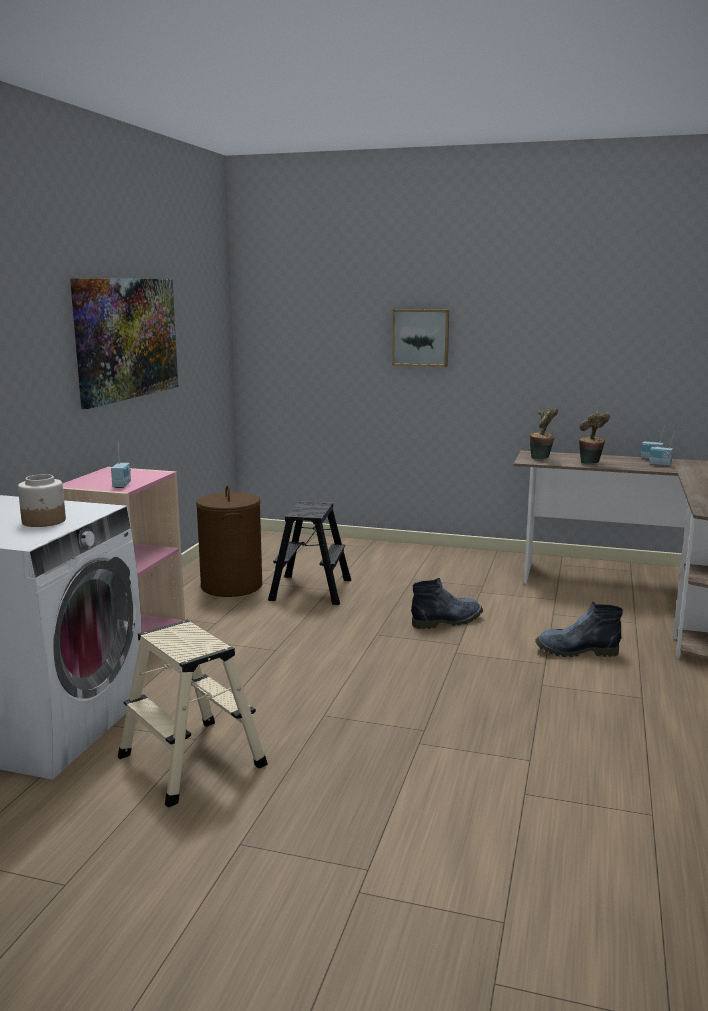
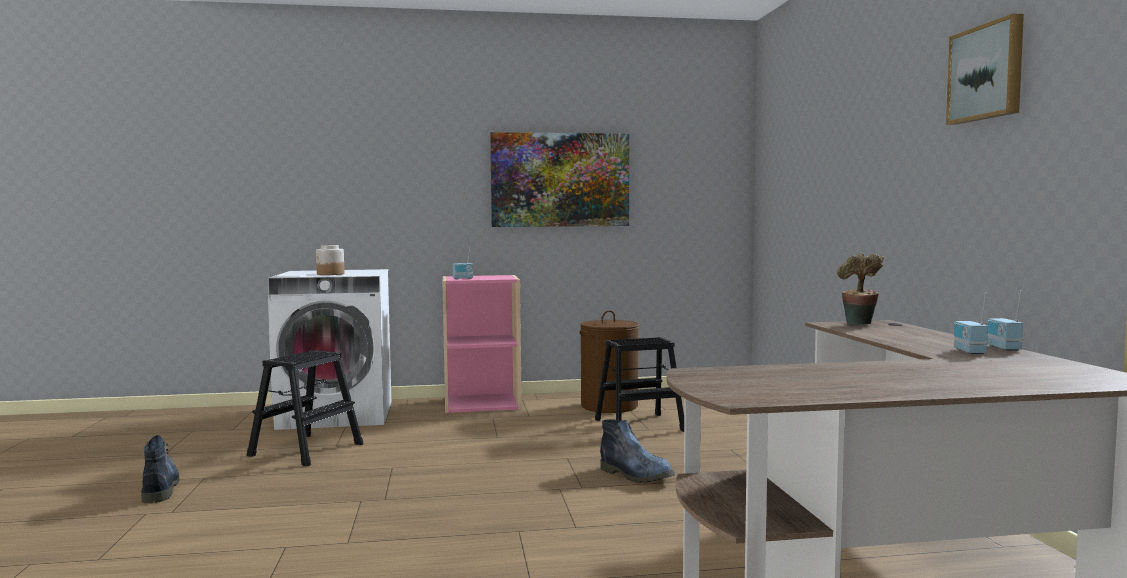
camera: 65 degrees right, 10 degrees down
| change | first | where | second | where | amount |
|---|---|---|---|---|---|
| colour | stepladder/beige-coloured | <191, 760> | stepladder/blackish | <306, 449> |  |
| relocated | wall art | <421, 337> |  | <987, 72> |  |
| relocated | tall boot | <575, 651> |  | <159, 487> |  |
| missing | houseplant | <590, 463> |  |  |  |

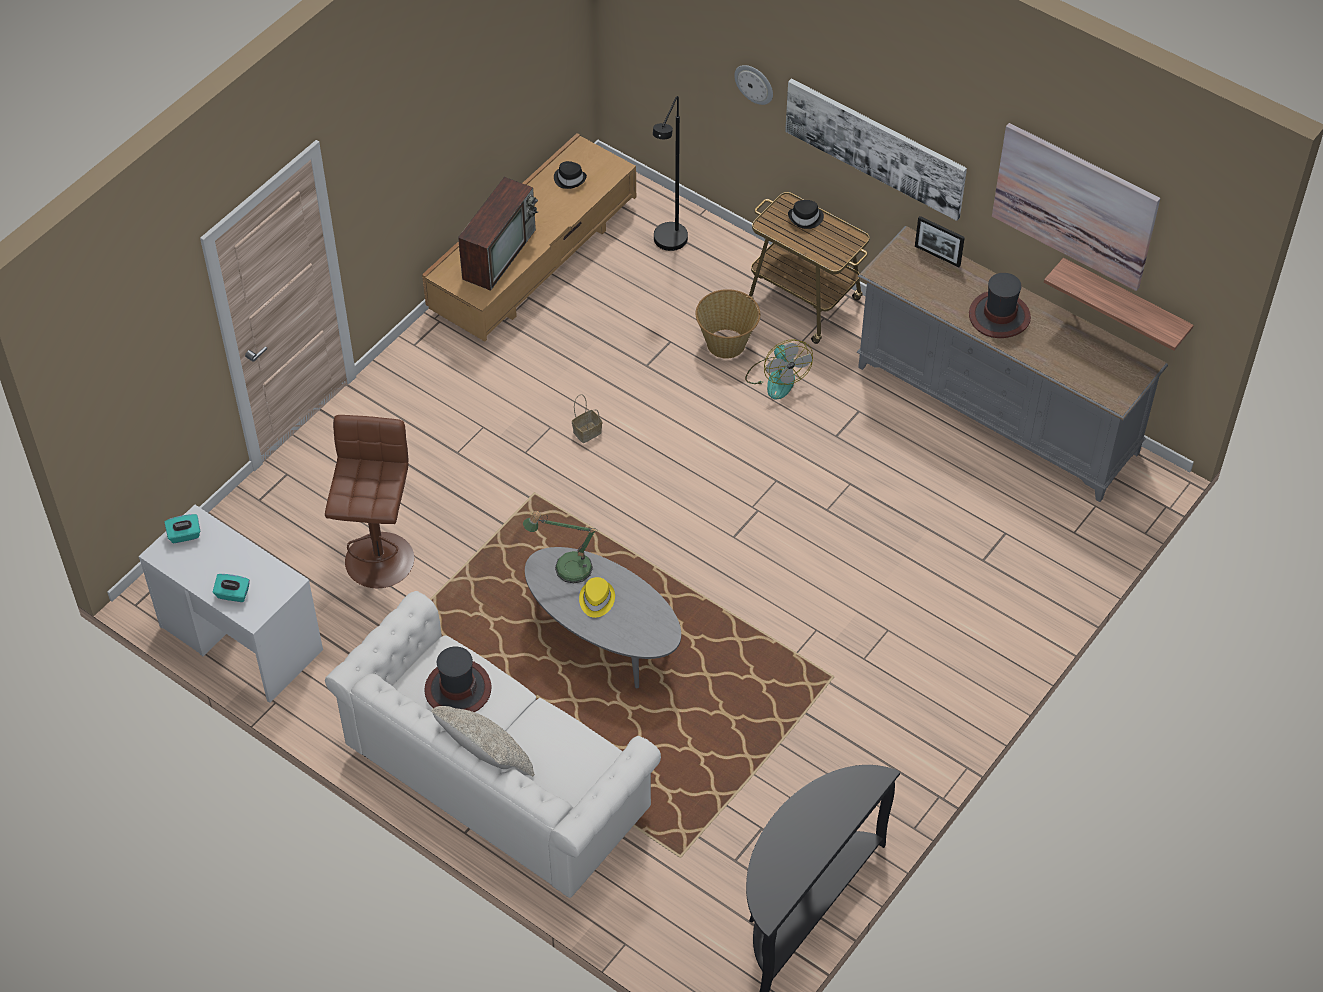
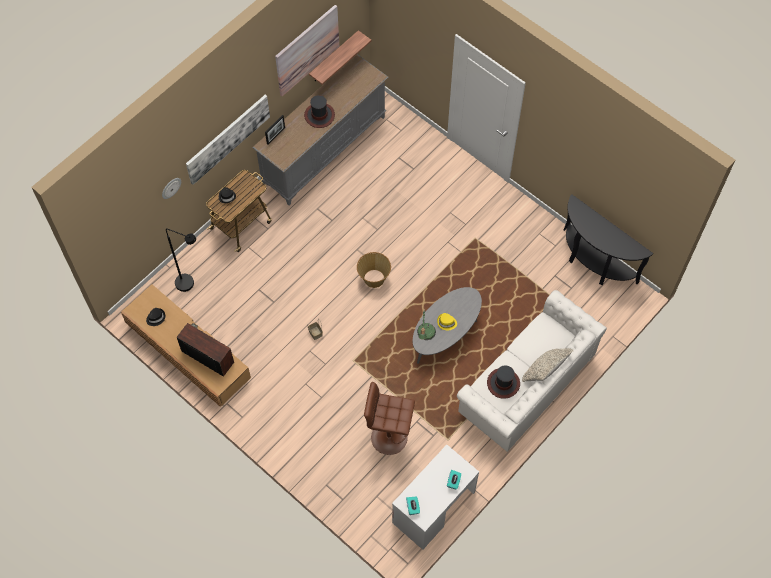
camera: 85 degrees left, 10 degrees up
| change | first | where | second | where | amount |
|---|---|---|---|---|---|
| relocated | household basket | <726, 343> |  | <374, 278> |  |
| missing | cooling fan | <776, 378> |  |  |  |

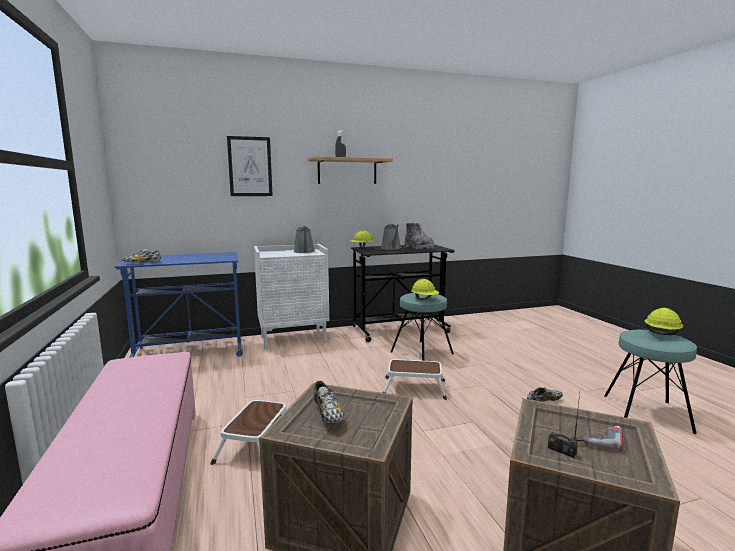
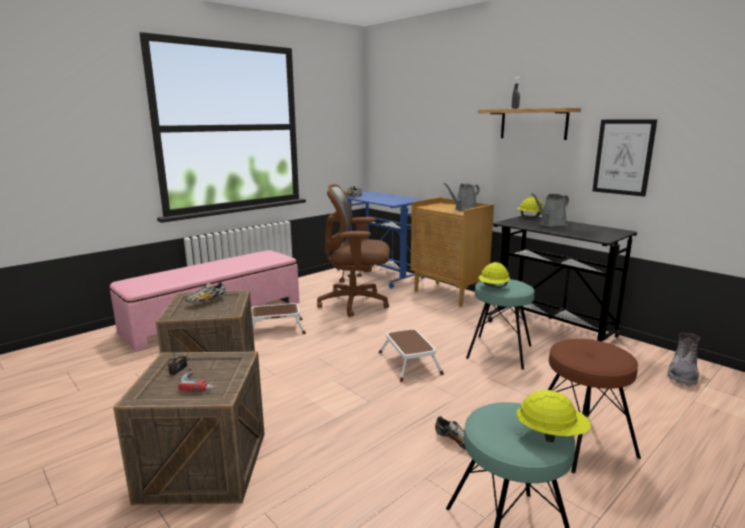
camera: 65 degrees right, 5 degrees up
| change | first | where | second | where | amount |
|---|---|---|---|---|---|
| relocated | wall art | <250, 166> |  | <623, 157> |  |
| colour | cabinet/white | <294, 339> | cabinet/brown-coloured | <448, 294> |  |
| relocated | tall boot/gray | <418, 248> |  | <682, 374> |  |
| appeared |  |  | office chair/brown-coloured | <358, 302> |  |
| appeared |  |  | stool seat/brown-coloured | <580, 441> |  |

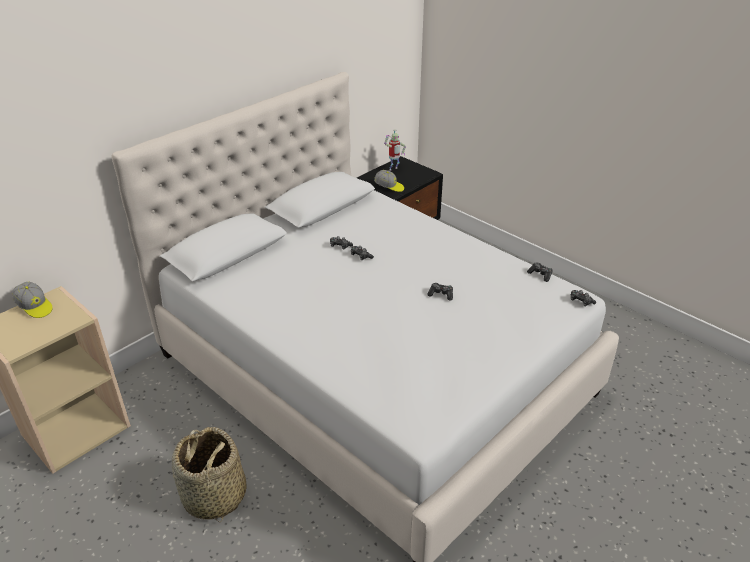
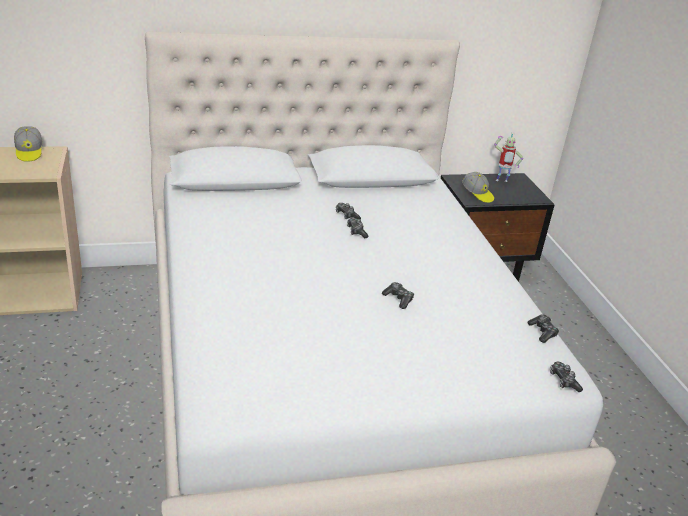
camera: 30 degrees right, 5 degrees down
| change | first | where | second | where | amount |
|---|---|---|---|---|---|
| missing | household basket | <214, 496> |  |  |  |

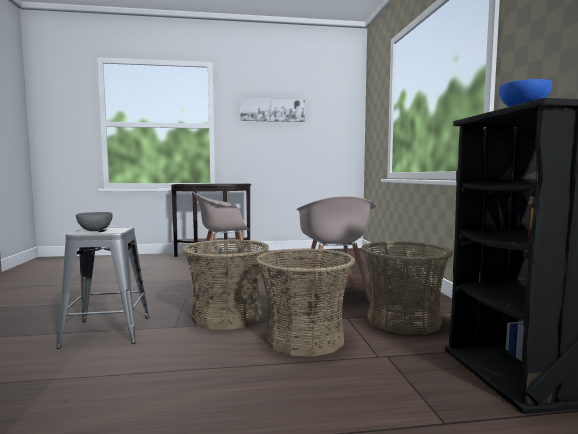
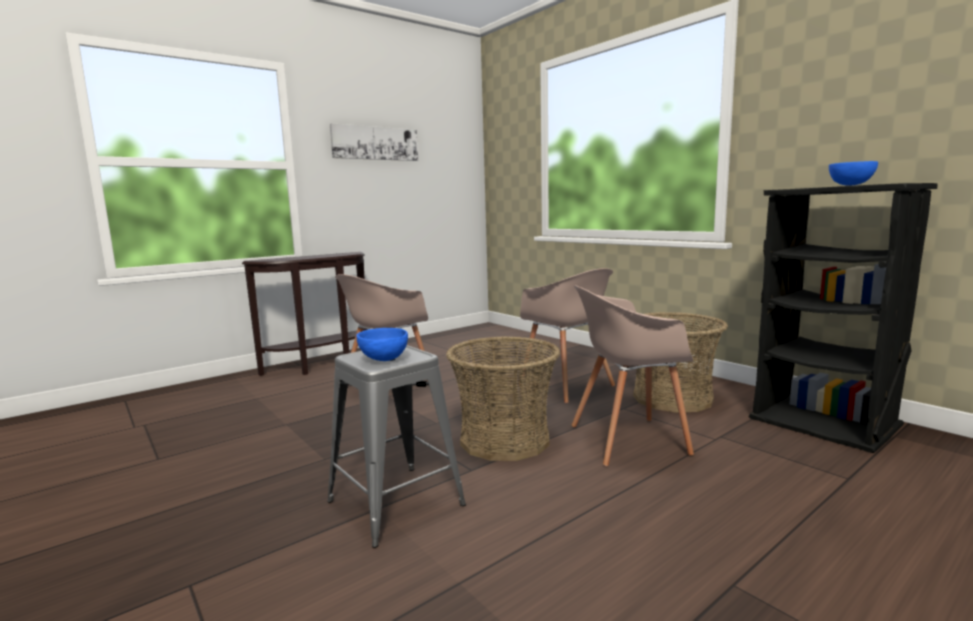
camera: 30 degrees left, 5 degrees up
| change | first | where | second | where | amount |
|---|---|---|---|---|---|
| colour | bowl/gray | <94, 230> | bowl/blue-coloured | <383, 359> |  |
| exchanged | household basket | <304, 338> | chair/beige-coloured | <627, 440> |  |

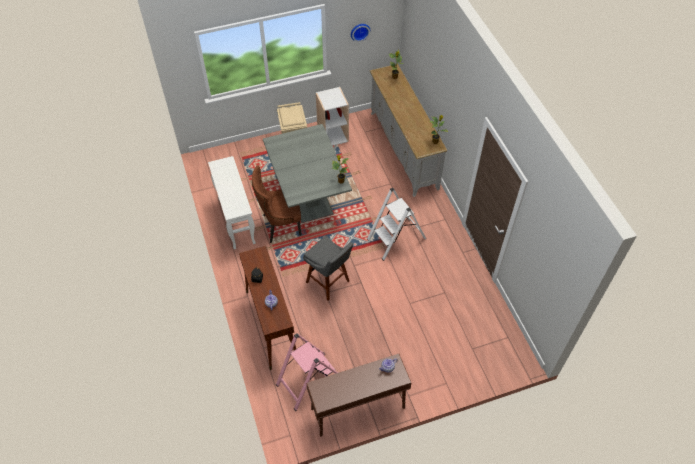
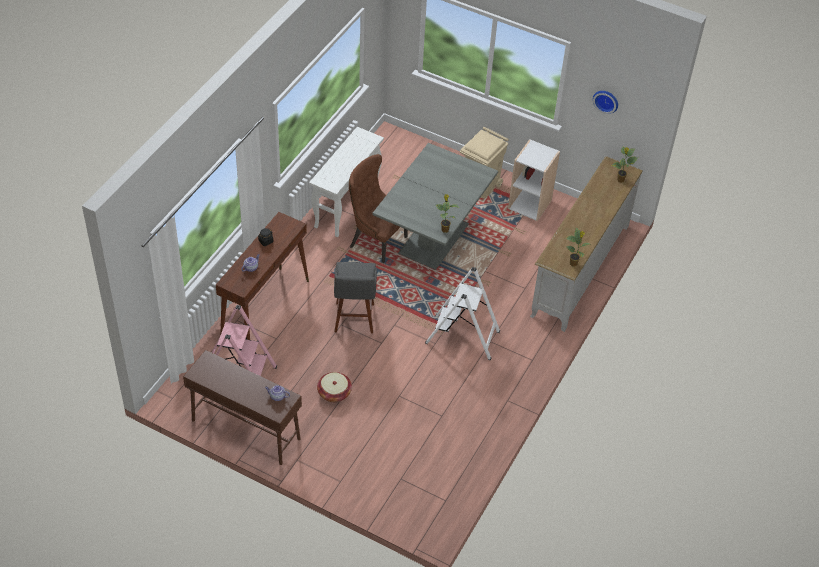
camera: 45 degrees right, 5 degrees down
| change | first | where | second | where | amount |
|---|---|---|---|---|---|
| appeared |  |  | household basket | <334, 393> |  |

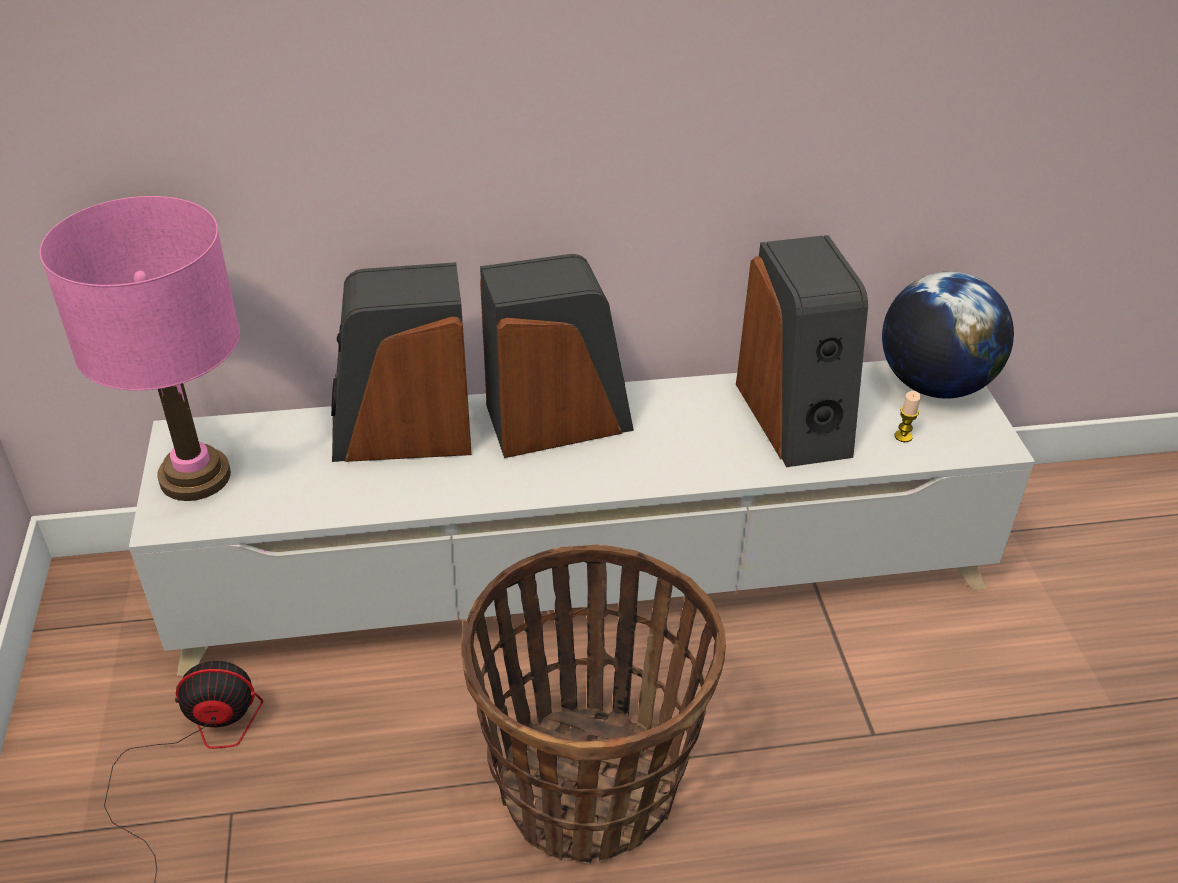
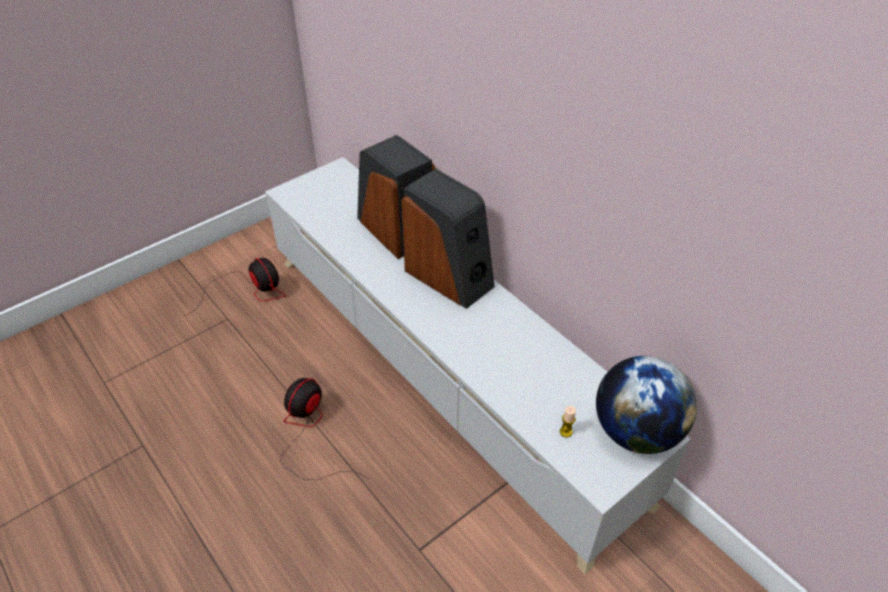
camera: 60 degrees right, 5 degrees up
| change | first | where | second | where | amount |
|---|---|---|---|---|---|
| missing | tabletop lamp/pinkish | <195, 477> |  |  |  |
| exchanged | household basket | <588, 784> | cooling fan | <309, 432> |  |
| missing | audio speaker | <795, 418> |  |  |  |

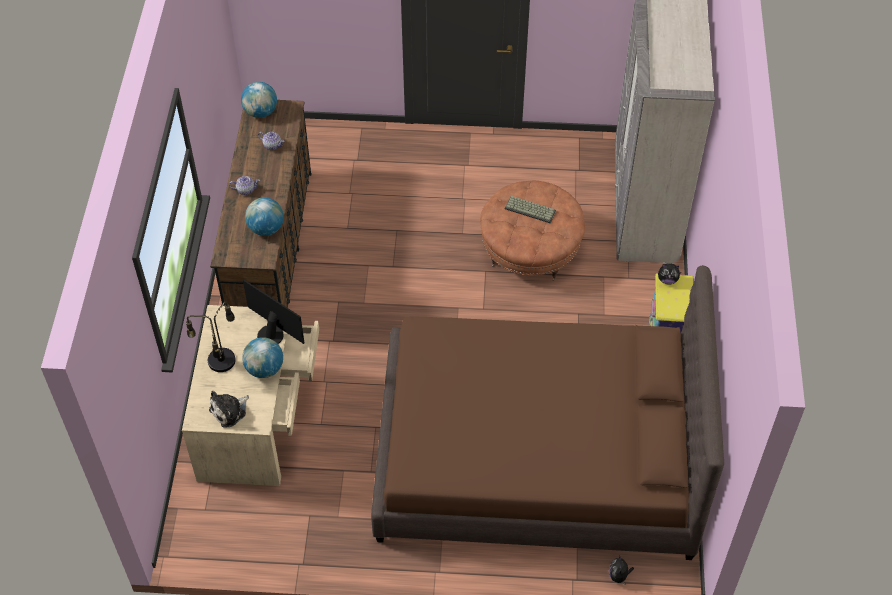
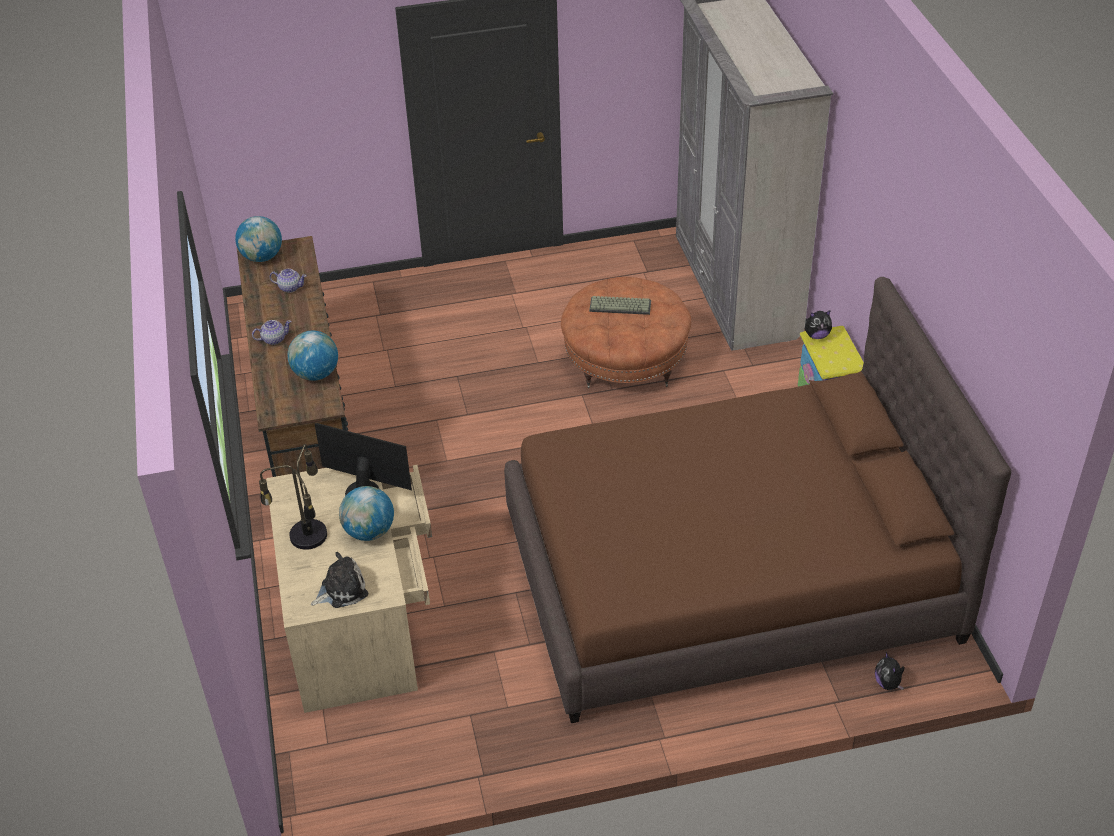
camera: 15 degrees left, 10 degrees down
| change | first | where | second | where | amount |
|---|---|---|---|---|---|
| spun | plush toy | <230, 411> |  | <341, 590> | 150 degrees counterclockwise |

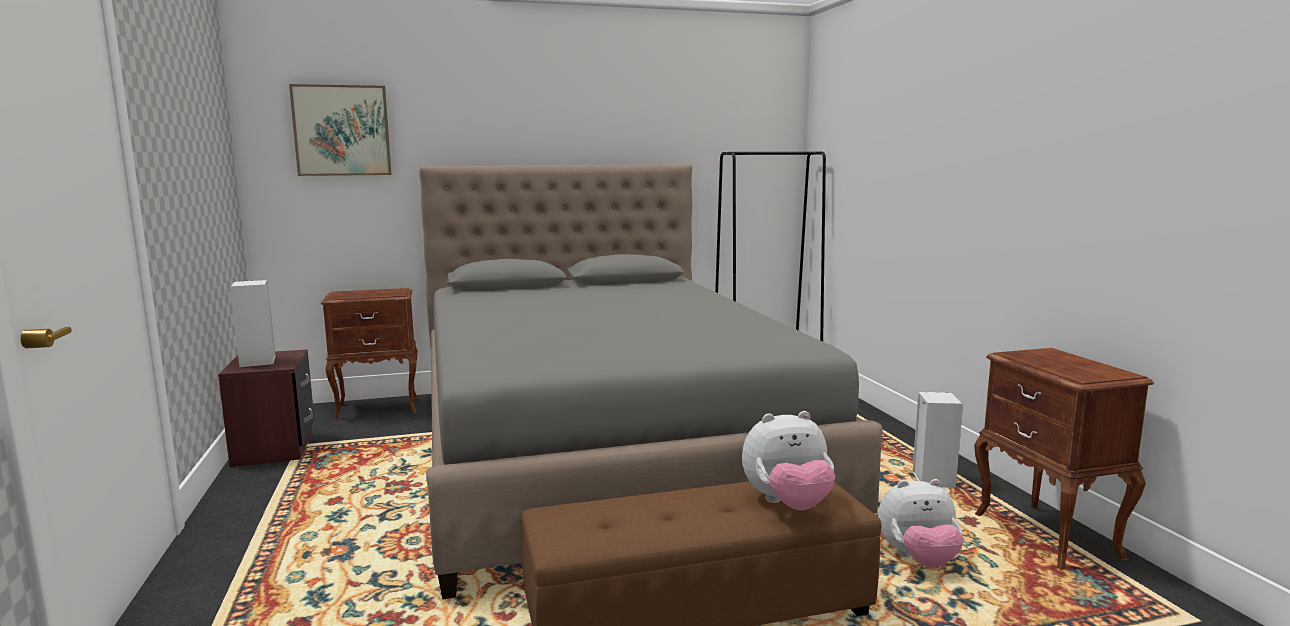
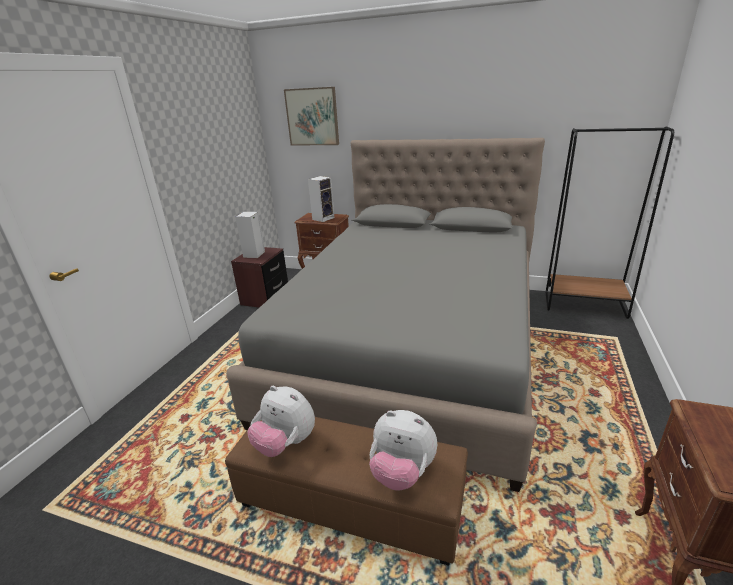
camera: 35 degrees right, 15 degrees up
| change | first | where | second | where | amount |
|---|---|---|---|---|---|
| relocated | plush toy | <918, 560> |  | <285, 443> |  |
| relocated | audio speaker | <932, 479> |  | <323, 218> |  |

